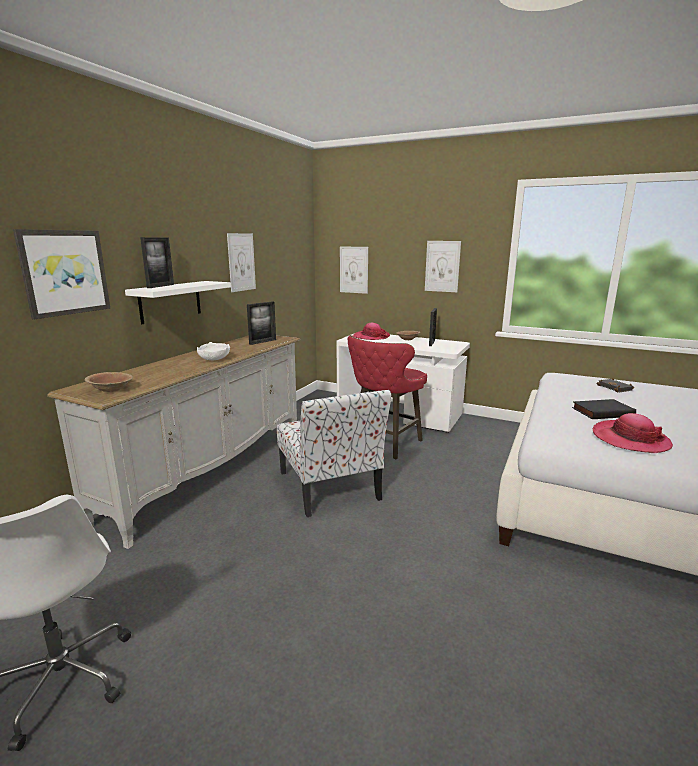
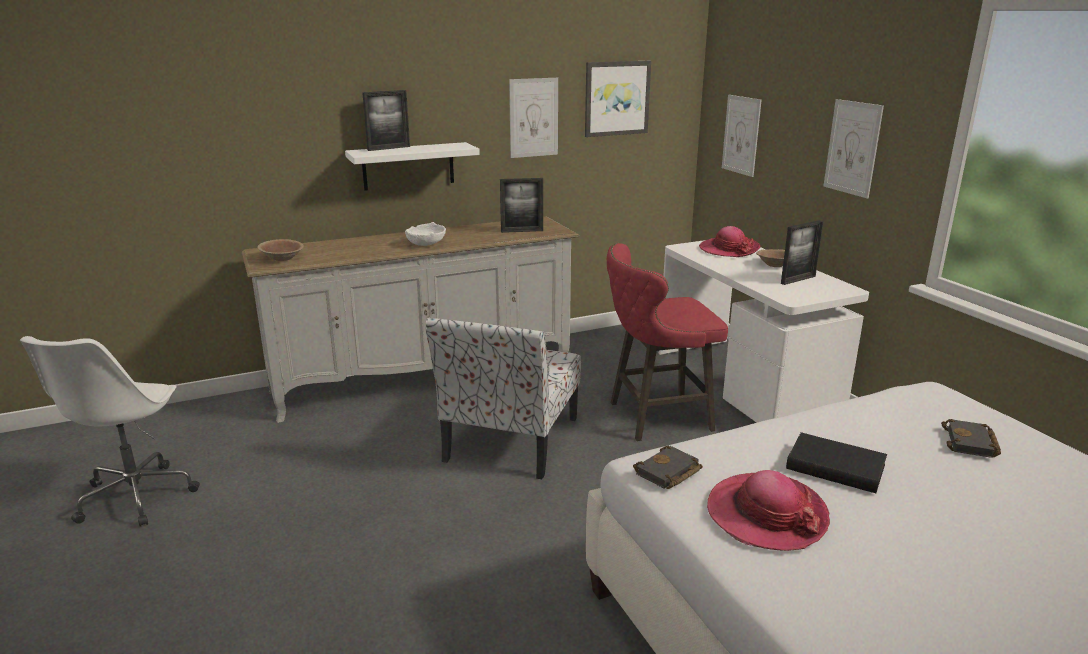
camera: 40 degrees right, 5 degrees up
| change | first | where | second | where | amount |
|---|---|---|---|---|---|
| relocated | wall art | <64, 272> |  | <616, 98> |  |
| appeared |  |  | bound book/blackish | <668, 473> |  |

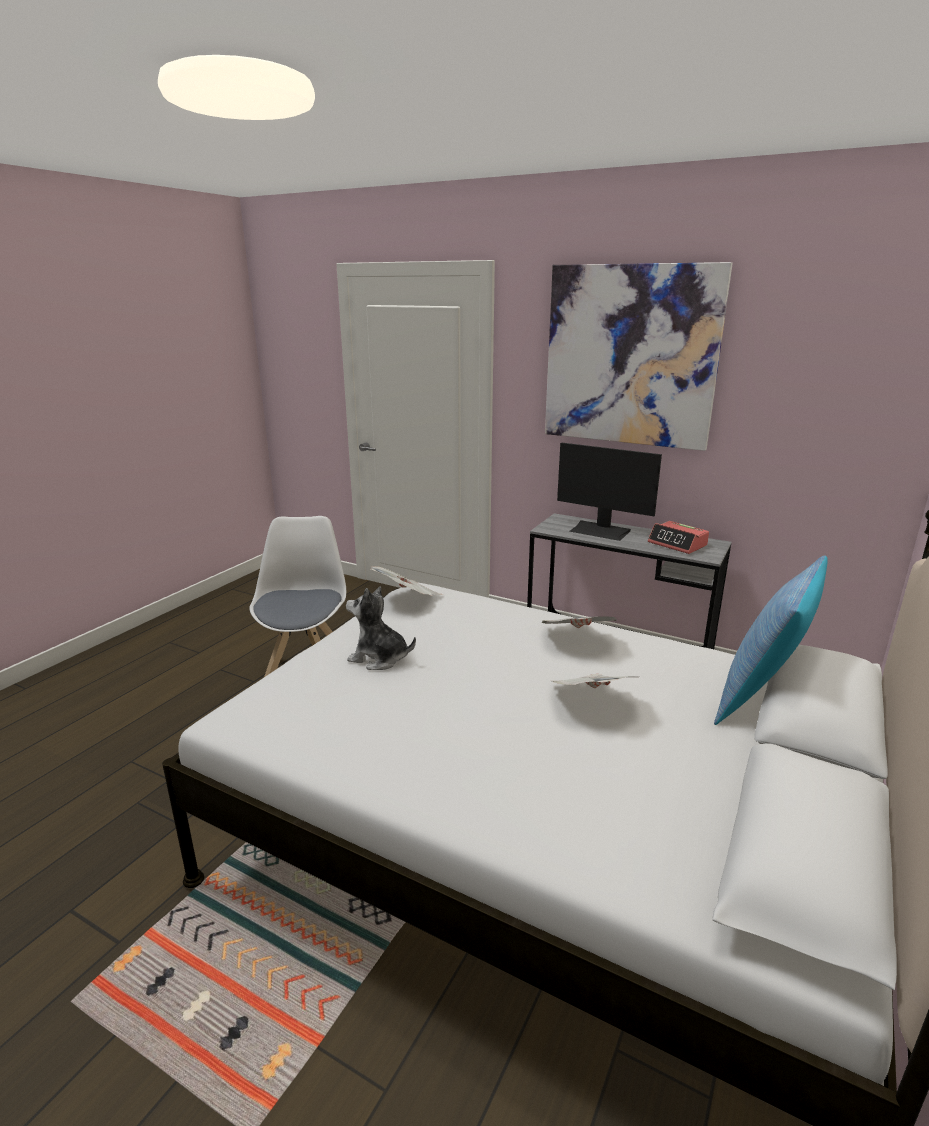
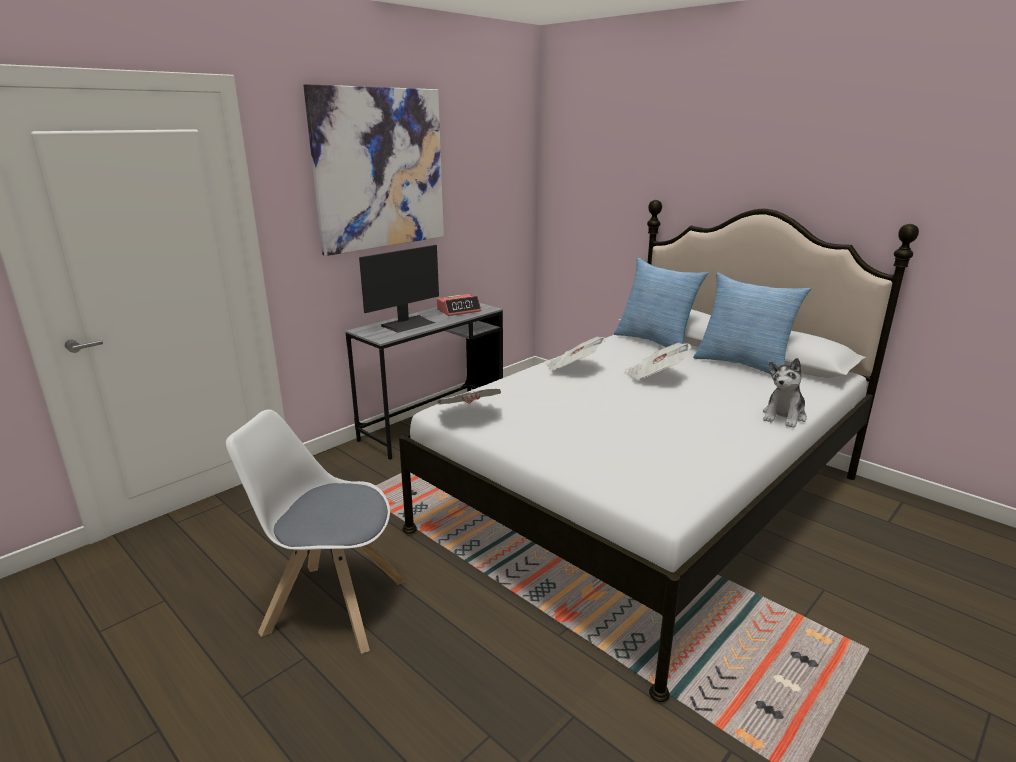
camera: 75 degrees left, 0 degrees up
| change | first | where | second | where | amount |
|---|---|---|---|---|---|
| relocated | plush toy | <379, 658> |  | <784, 416> |  |
| appeared |  |  | cushion | <743, 364> |  |

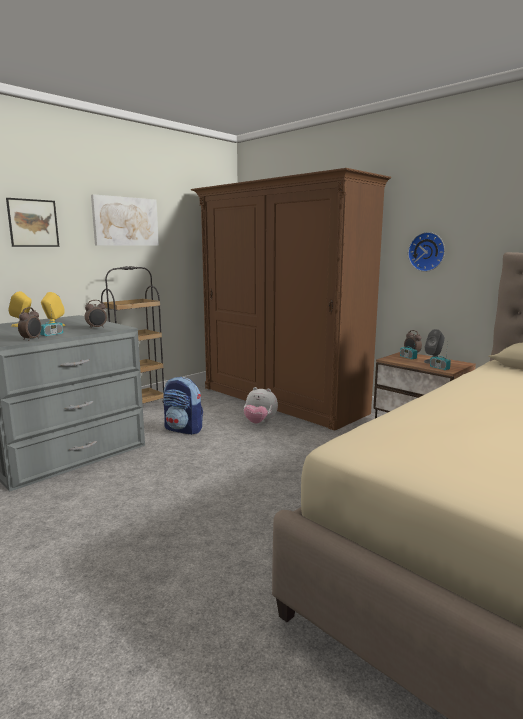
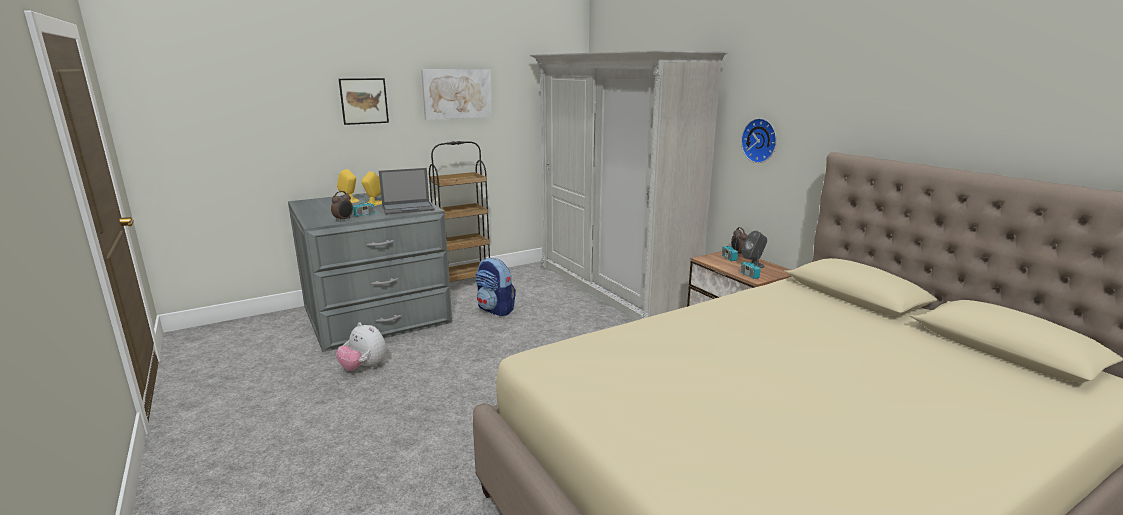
camera: 15 degrees right, 5 degrees up
| change | first | where | second | where | amount |
|---|---|---|---|---|---|
| exchanged | alarm clock | <97, 328> | laptop | <408, 208> |  |
| colour | armoire/brown-coloured | <280, 400> | armoire/white | <610, 287> |  |
| relocated | plush toy | <260, 422> |  | <364, 368> |  |

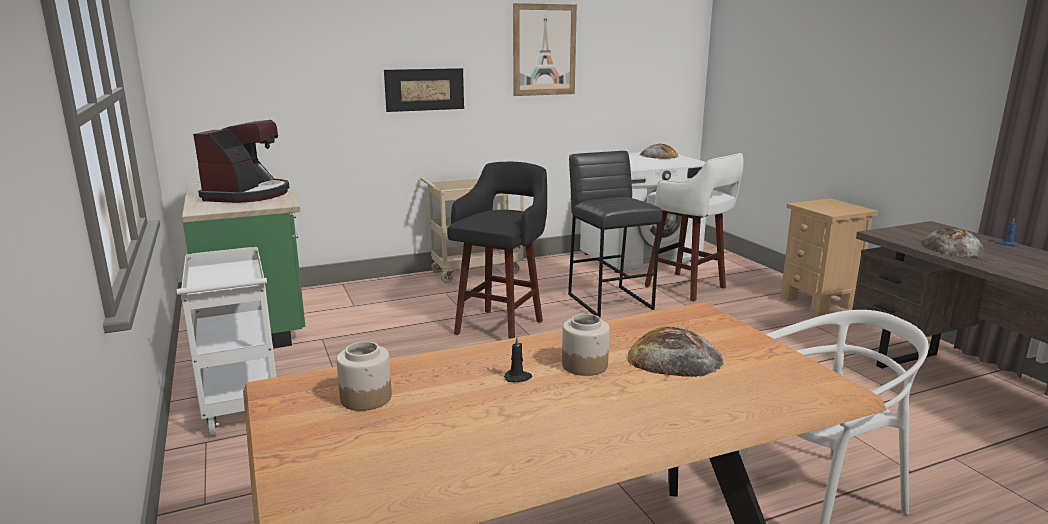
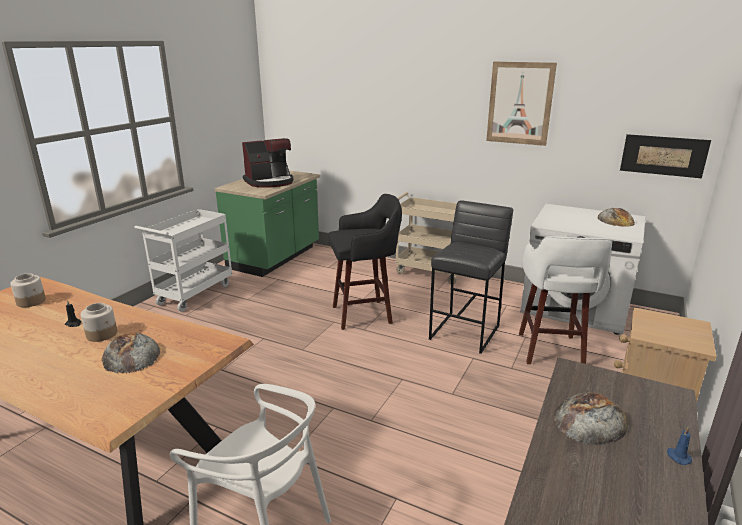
camera: 50 degrees right, 5 degrees up
| change | first | where | second | where | amount |
|---|---|---|---|---|---|
| relocated | wall art | <424, 89> |  | <663, 155> |  |

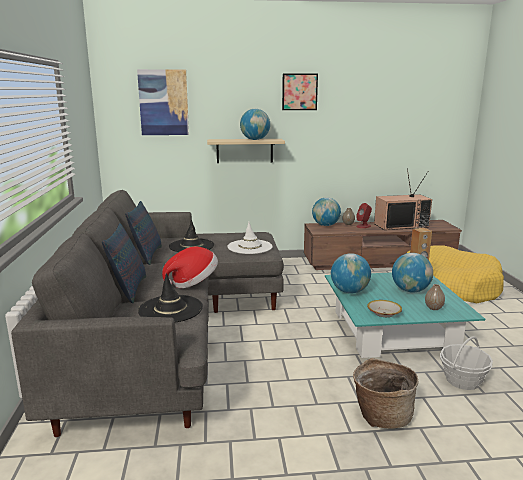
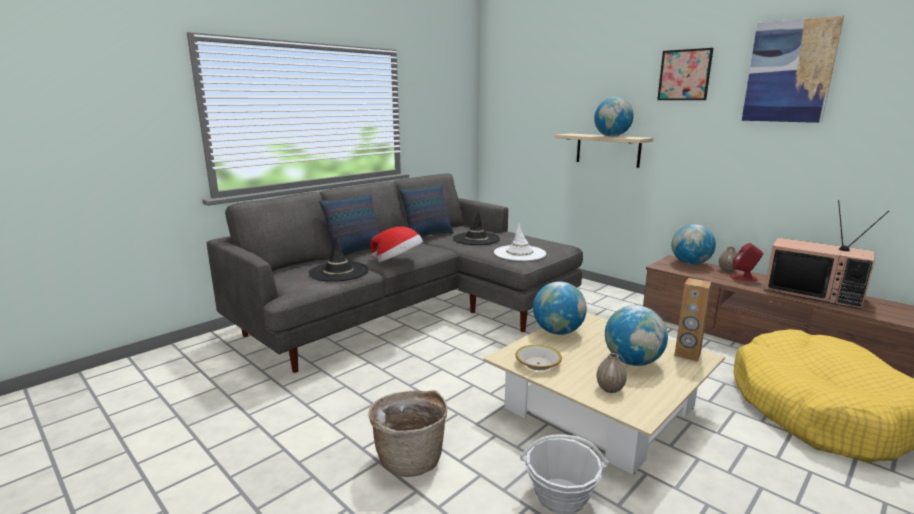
camera: 50 degrees right, 0 degrees up
| change | first | where | second | where | amount |
|---|---|---|---|---|---|
| relocated | wall art | <163, 102> |  | <789, 72> |  |
| colour | coffee table/turquoise-coloured | <392, 330> | coffee table/beige-coloured | <599, 407> |  |

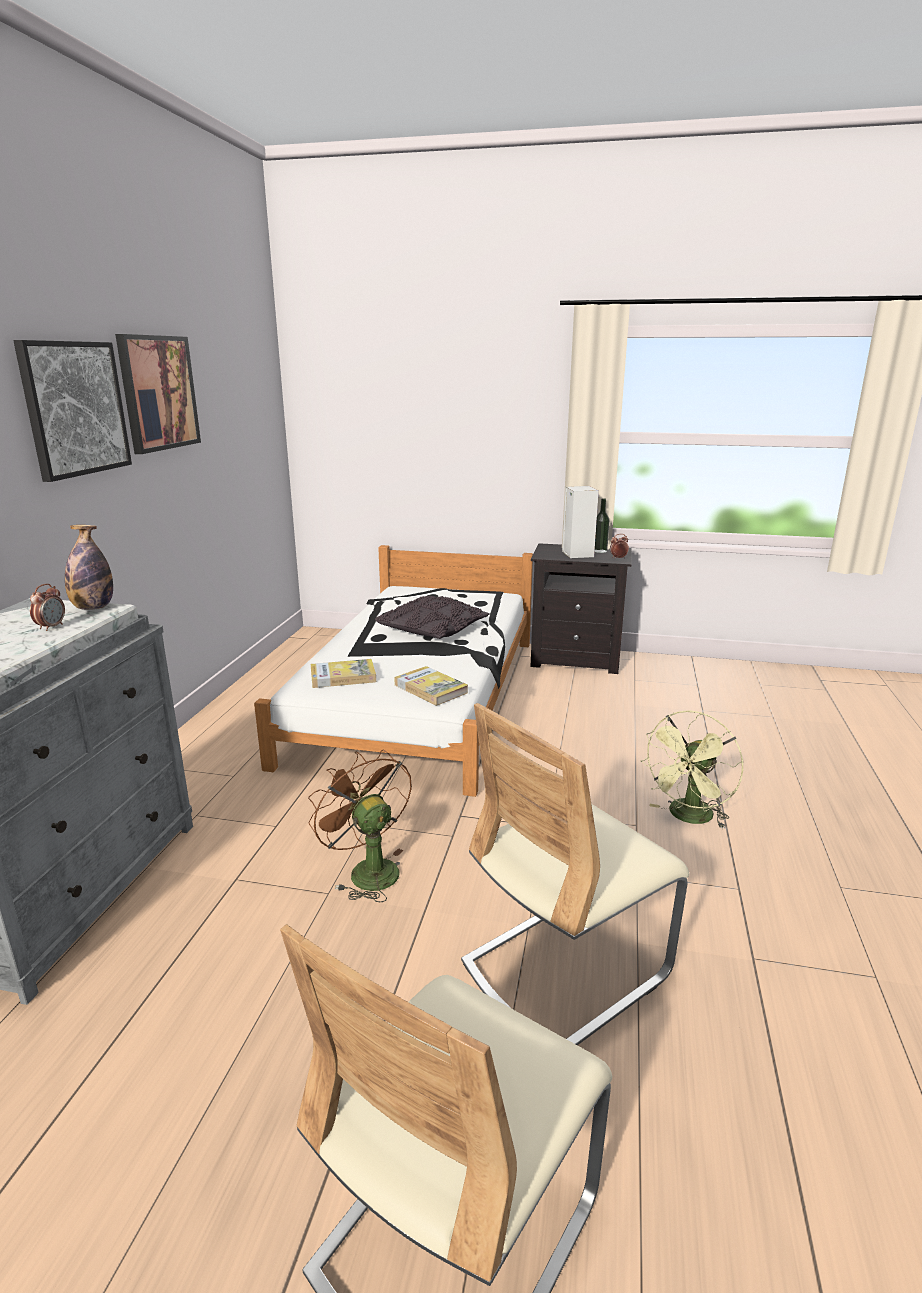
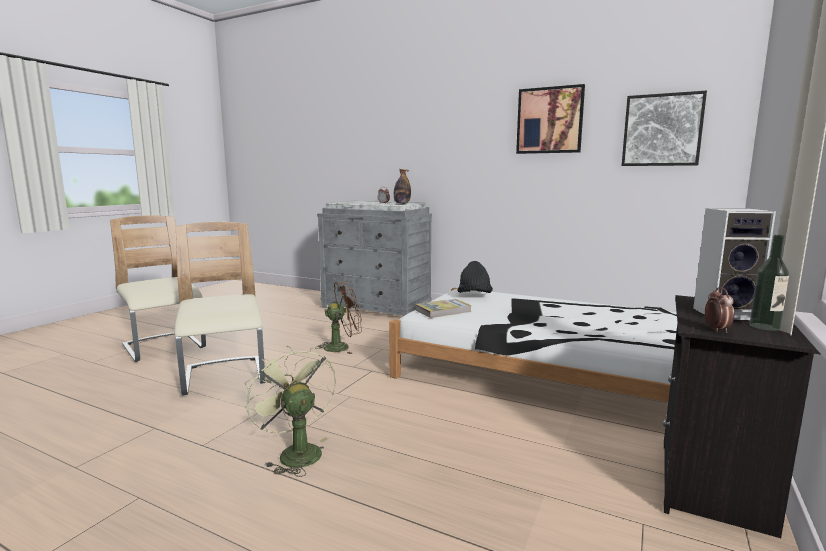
camera: 105 degrees right, 10 degrees down
| change | first | where | second | where | amount |
|---|---|---|---|---|---|
| relocated | wall art | <75, 408> |  | <662, 130> |  |
| exchanged | bound book | <343, 676> | wearable hat/blackish | <474, 296> |  |
| missing | cushion/blackish | <432, 630> |  |  |  |

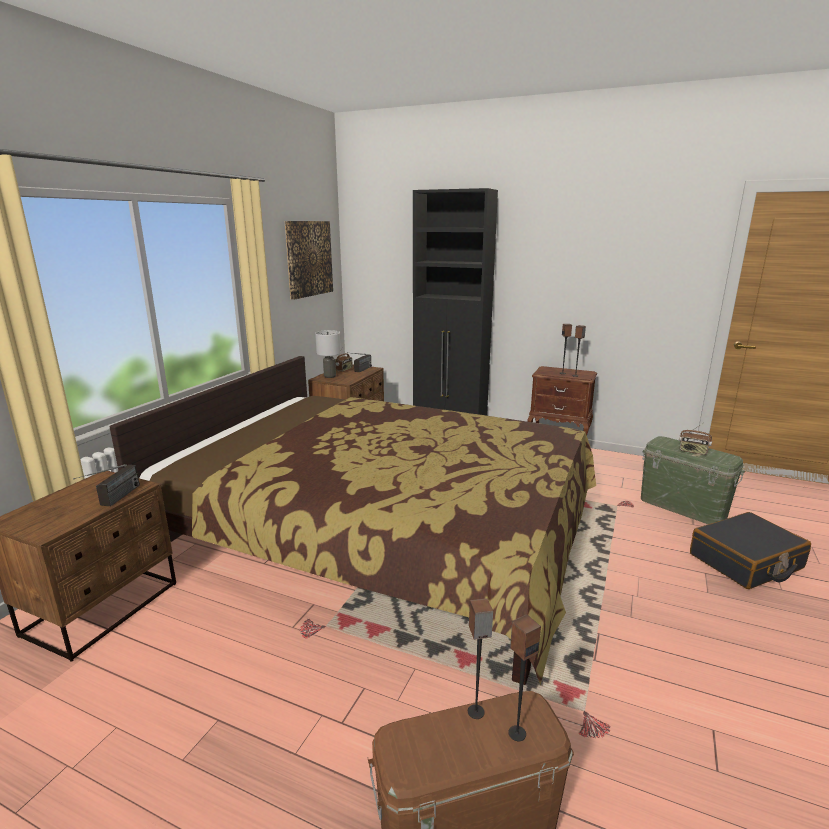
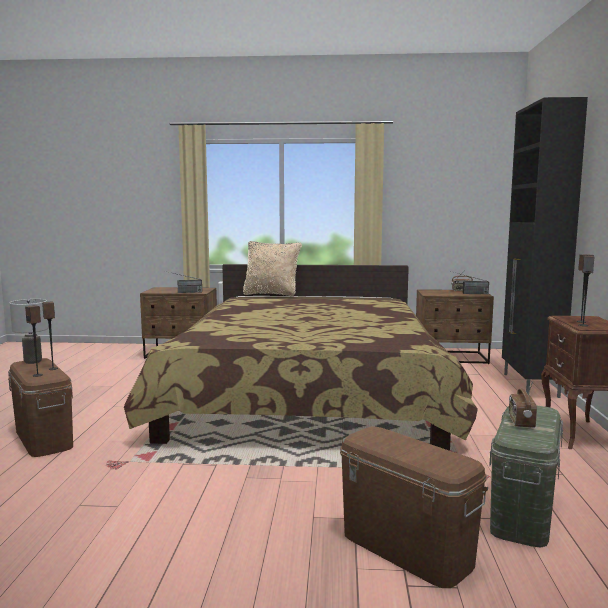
camera: 70 degrees right, 10 degrees down
| change | first | where | second | where | amount |
|---|---|---|---|---|---|
| missing | wall art | <308, 258> |  |  |  |
| relocated | tabletop lamp/white | <329, 377> |  | <32, 362> |  |
| exchanged | suitcase/blackish | <746, 562> | storage box/brown-coloured | <407, 548> |  |
| appeared |  |  | cushion/beige-coloured | <271, 295> |  |

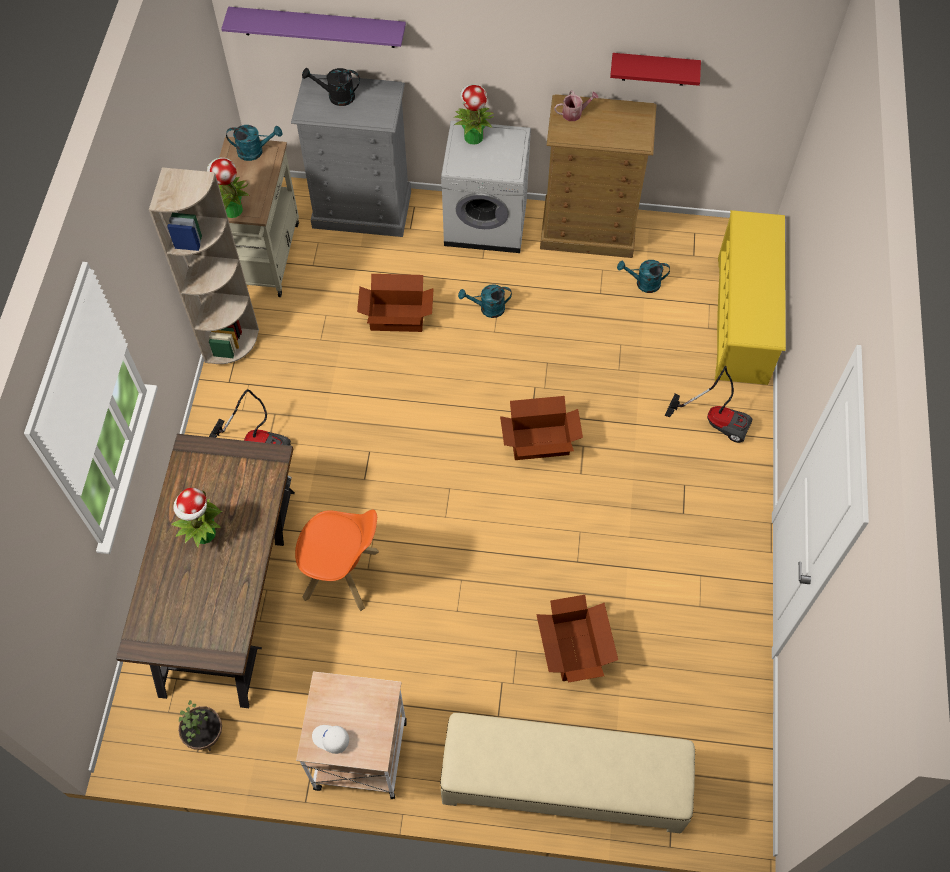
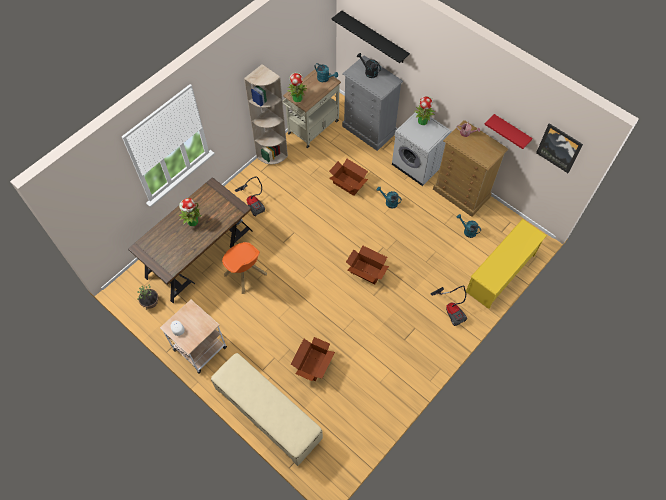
camera: 35 degrees right, 0 degrees up
| change | first | where | second | where | amount |
|---|---|---|---|---|---|
| colour | wall shelf/purplish | <318, 27> | wall shelf/blackish | <374, 37> |  |
| appeared |  |  | wall art | <559, 148> |  |

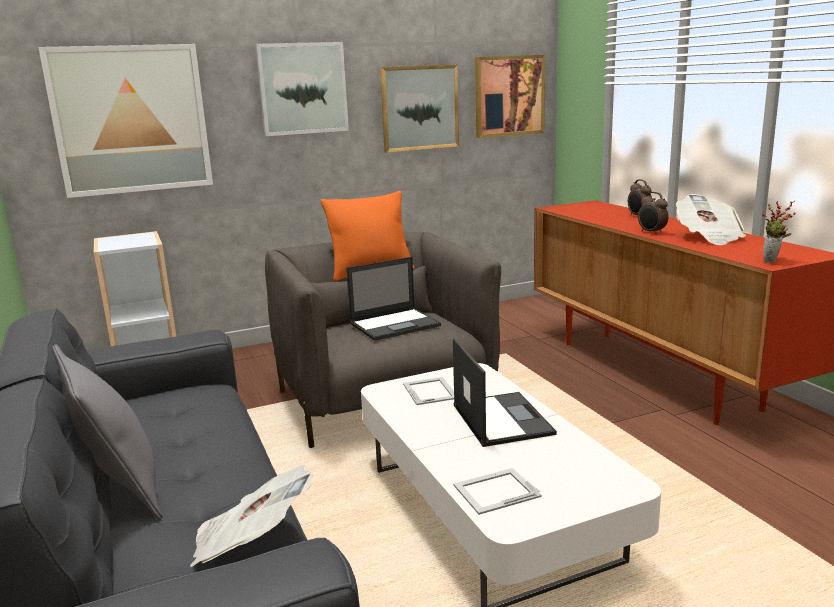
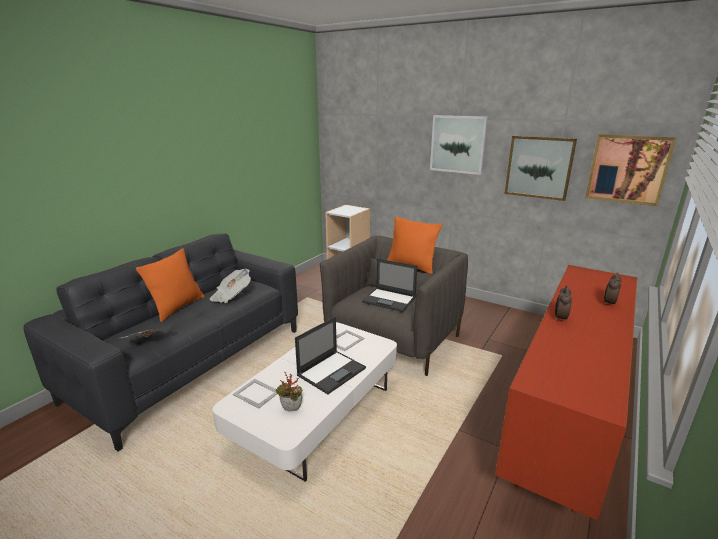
camera: 55 degrees right, 5 degrees up
| change | first | where | second | where | amount |
|---|---|---|---|---|---|
| missing | wall art | <131, 120> |  |  |  |
| colour | cushion/gray | <120, 490> | cushion/orange-coloured | <178, 307> |  |
| relocated | printed paper | <708, 237> |  | <231, 296> |  |
| relocated | houseplant | <773, 261> |  | <290, 410> |  |

